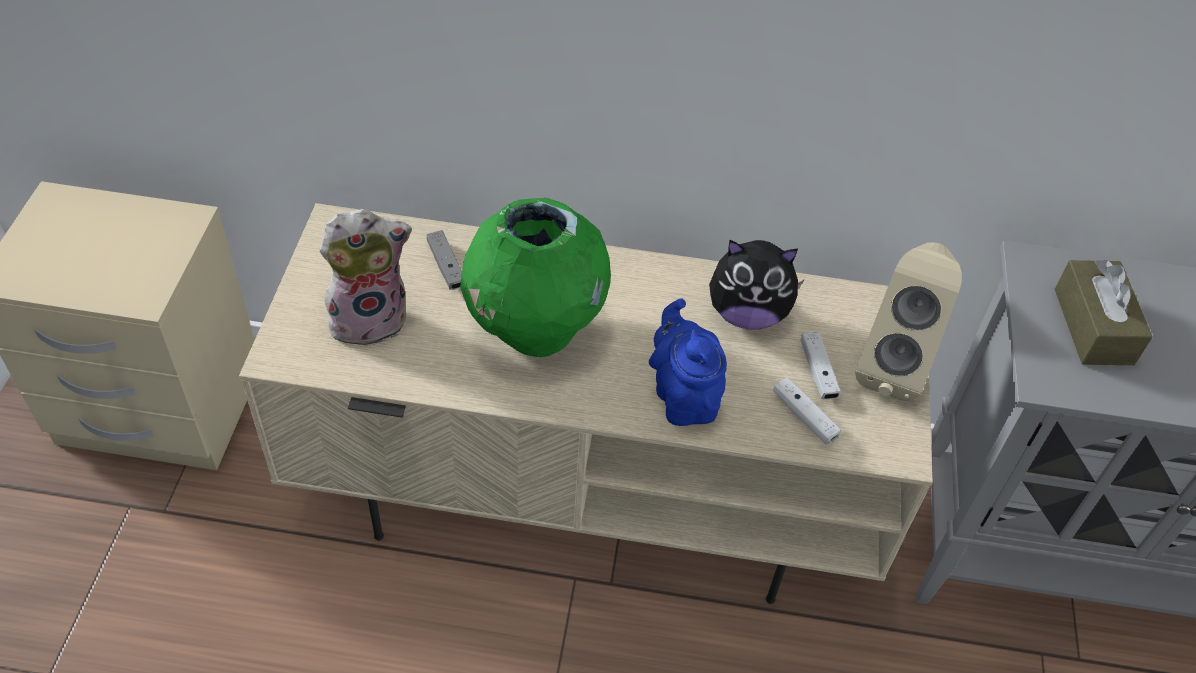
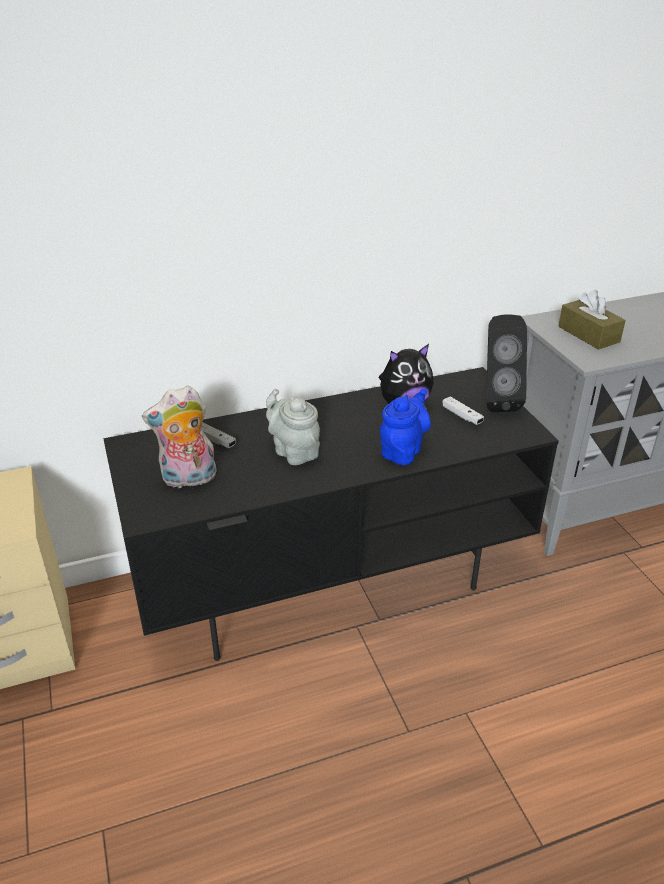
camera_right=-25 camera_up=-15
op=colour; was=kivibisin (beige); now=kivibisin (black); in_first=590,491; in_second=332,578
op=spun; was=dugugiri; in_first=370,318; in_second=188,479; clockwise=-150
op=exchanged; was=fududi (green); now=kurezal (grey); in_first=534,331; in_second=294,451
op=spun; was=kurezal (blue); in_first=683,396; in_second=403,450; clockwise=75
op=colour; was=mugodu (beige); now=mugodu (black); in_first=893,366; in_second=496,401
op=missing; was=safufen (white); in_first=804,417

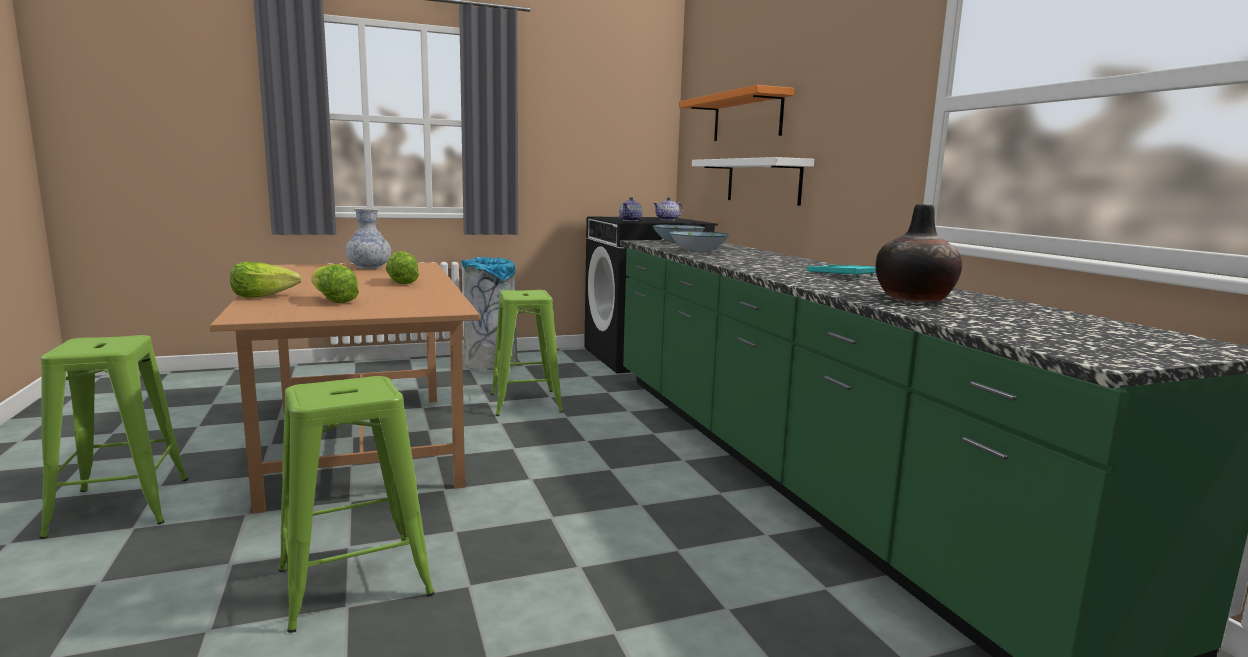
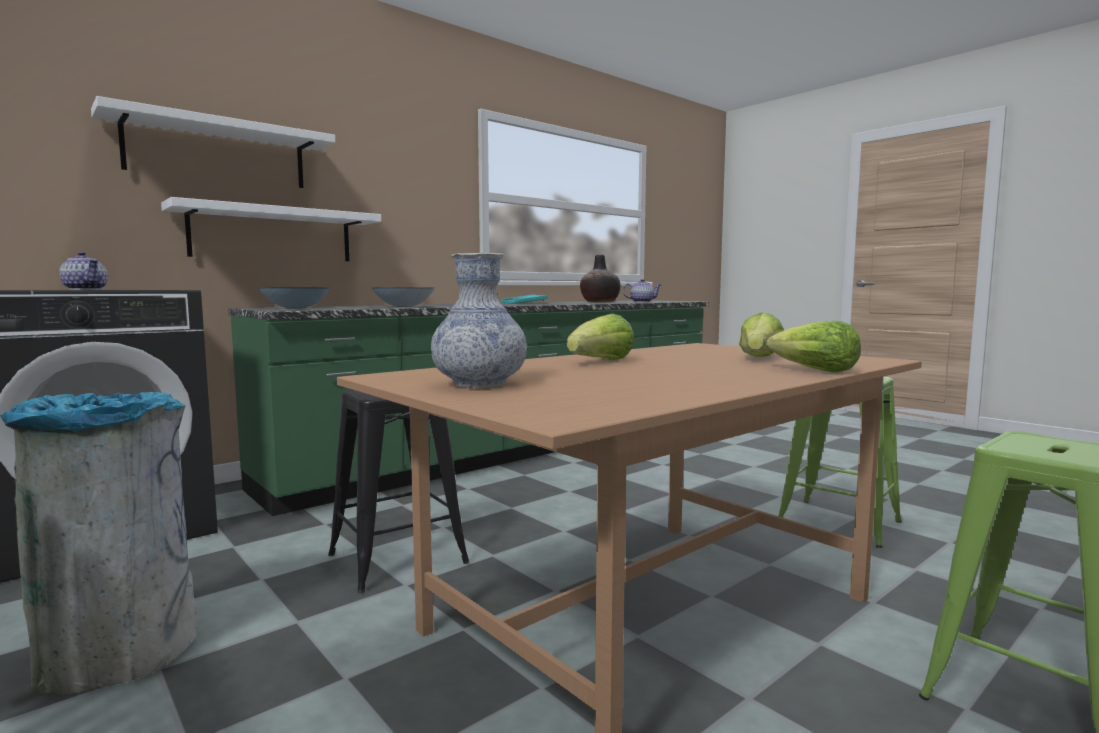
camera_right=-110 camera_up=-5
op=colour; was=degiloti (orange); now=degiloti (white); in_first=747,117; in_second=218,153
op=colour; was=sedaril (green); now=sedaril (black); in_first=525,402; in_second=396,559
op=relocated; was=kurezal; in_first=630,220; in_second=641,302

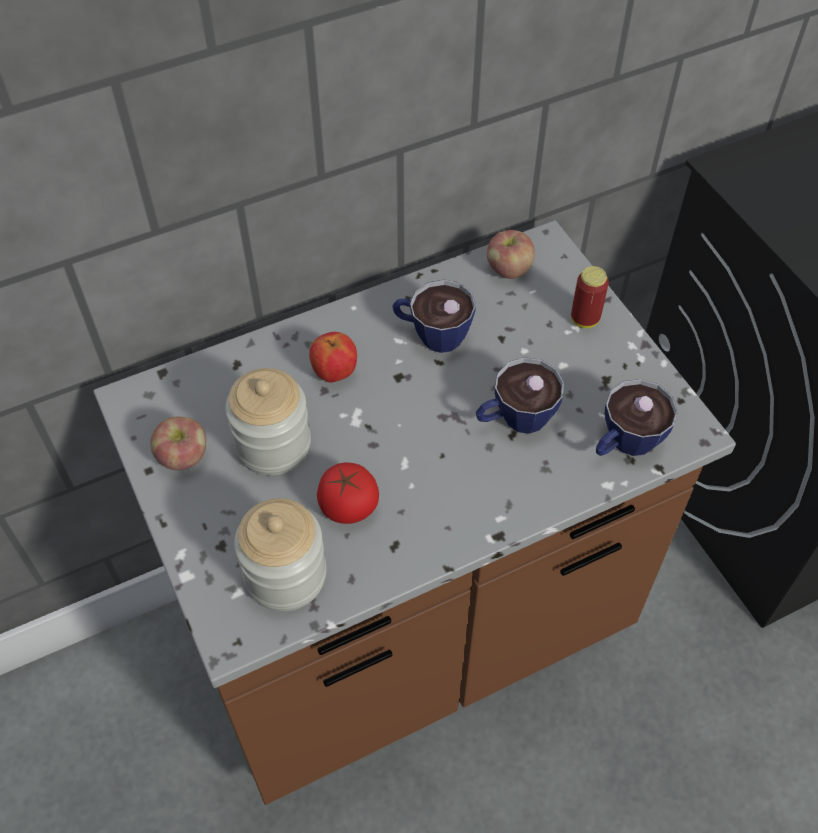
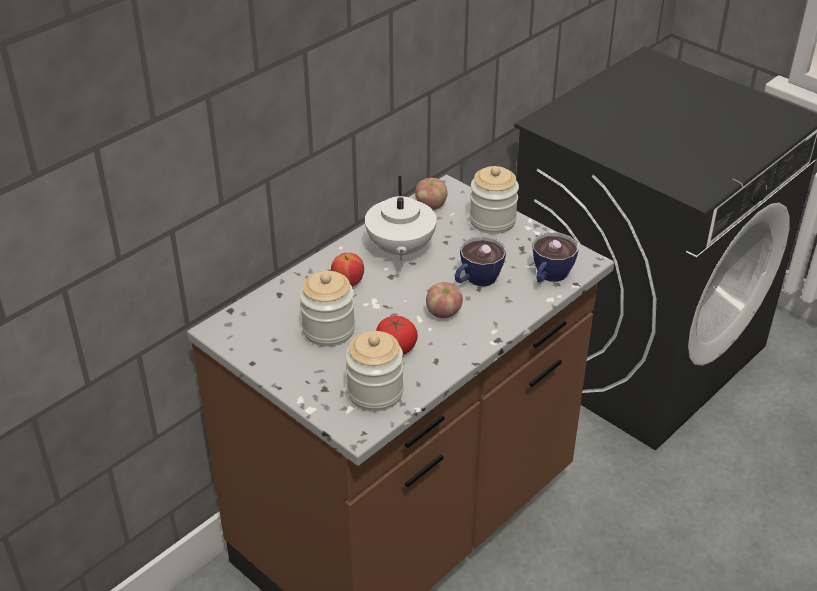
camera_right=-20 camera_up=-15
op=exchanged; was=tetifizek; now=kurezal (white); in_first=431,334; in_second=400,250
op=relocated; was=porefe; in_first=183,457; in_second=444,313
op=exchanged; was=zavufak; now=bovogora; in_first=585,319; in_second=492,221

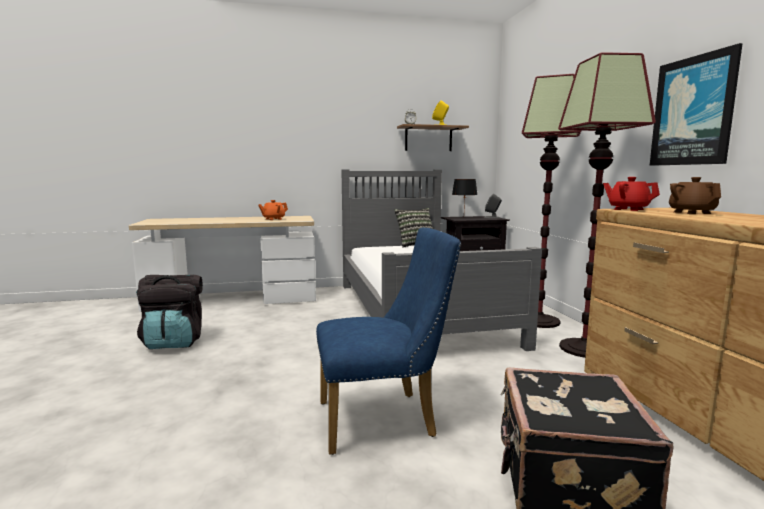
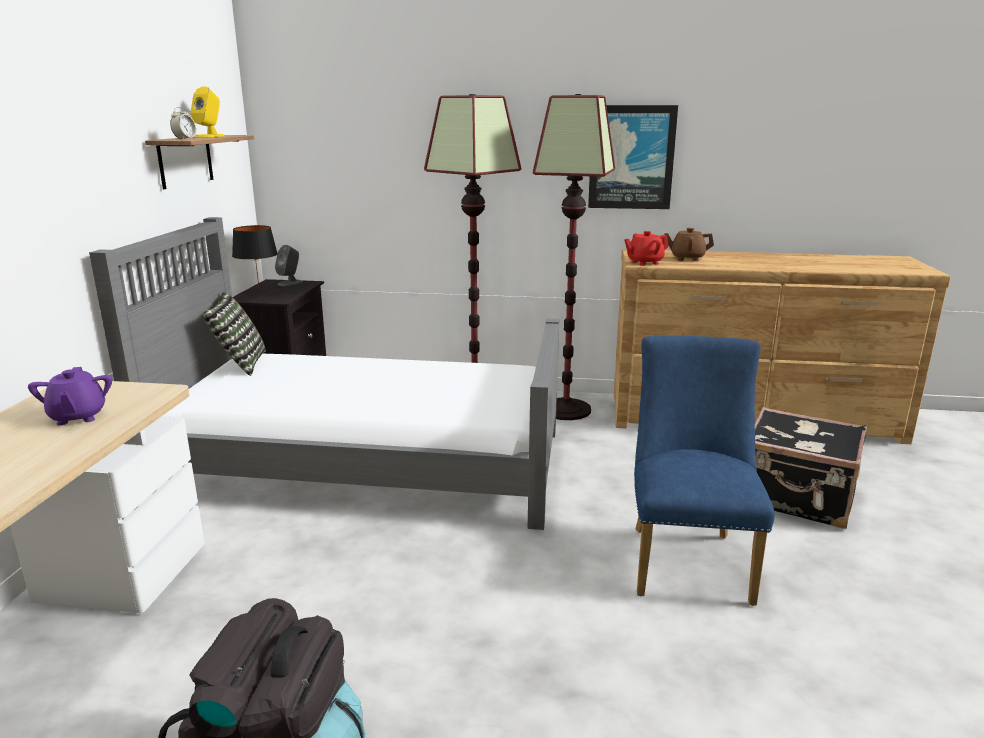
camera_right=-70 camera_up=10
op=colour; was=kurezal (orange); now=kurezal (purple); in_first=273,219; in_second=77,417

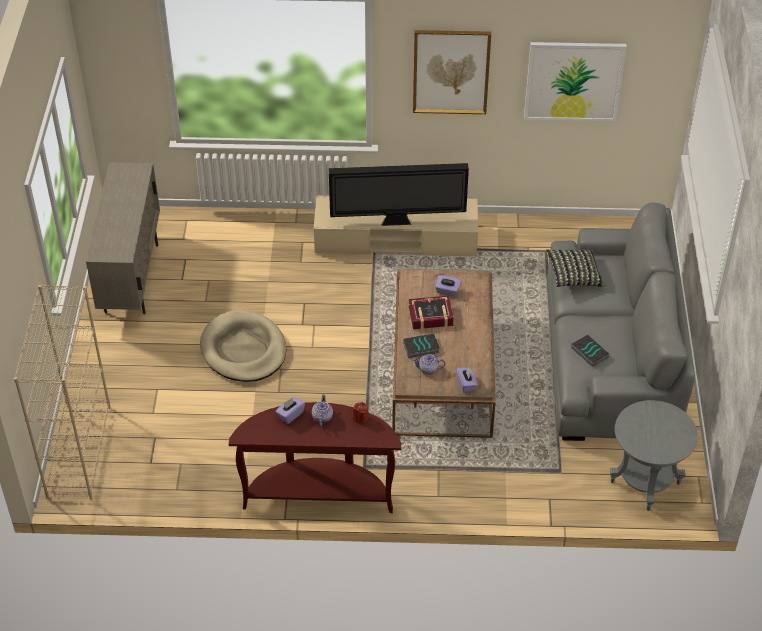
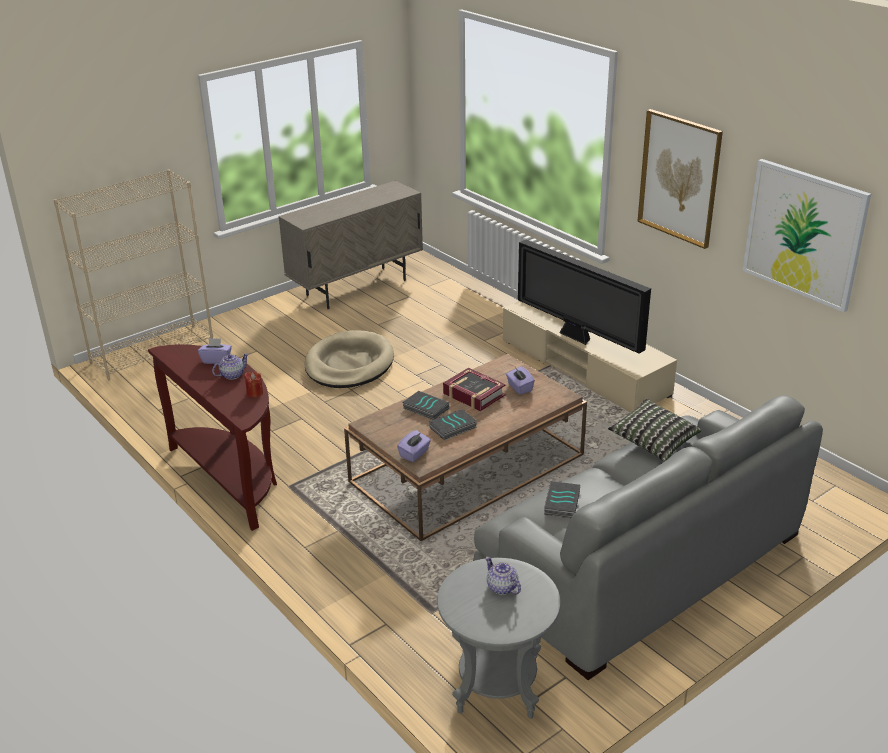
camera_right=50 camera_up=-15
op=appeared; now=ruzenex; in_second=453,428
op=relocated; was=kurezal; in_first=428,369; in_second=502,587

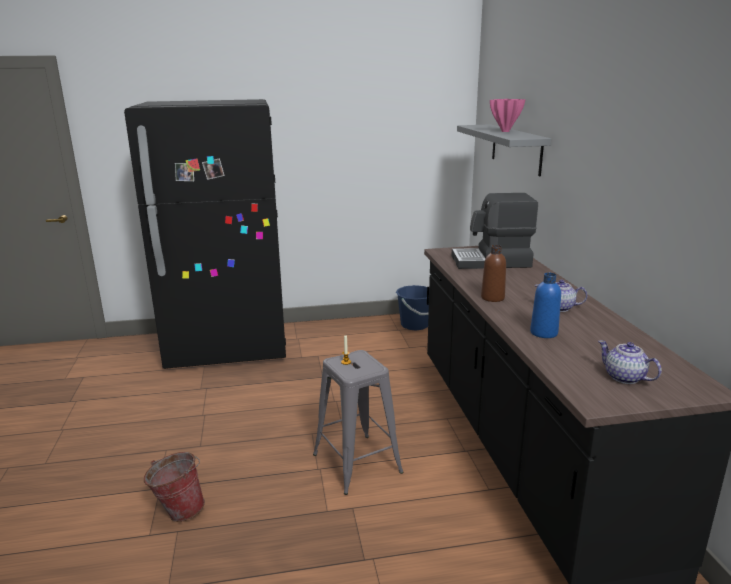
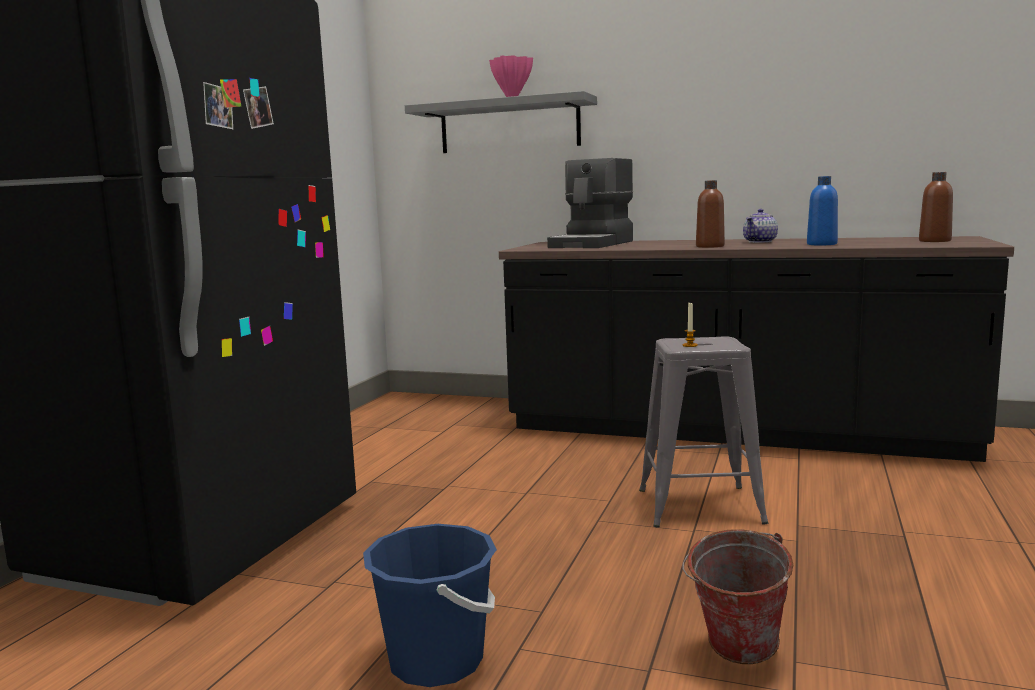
camera_right=-60 camera_up=-10
op=relocated; was=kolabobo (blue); in_first=415,325; in_second=436,661
op=exchanged; was=kurezal; now=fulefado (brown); in_first=625,378; in_second=934,241

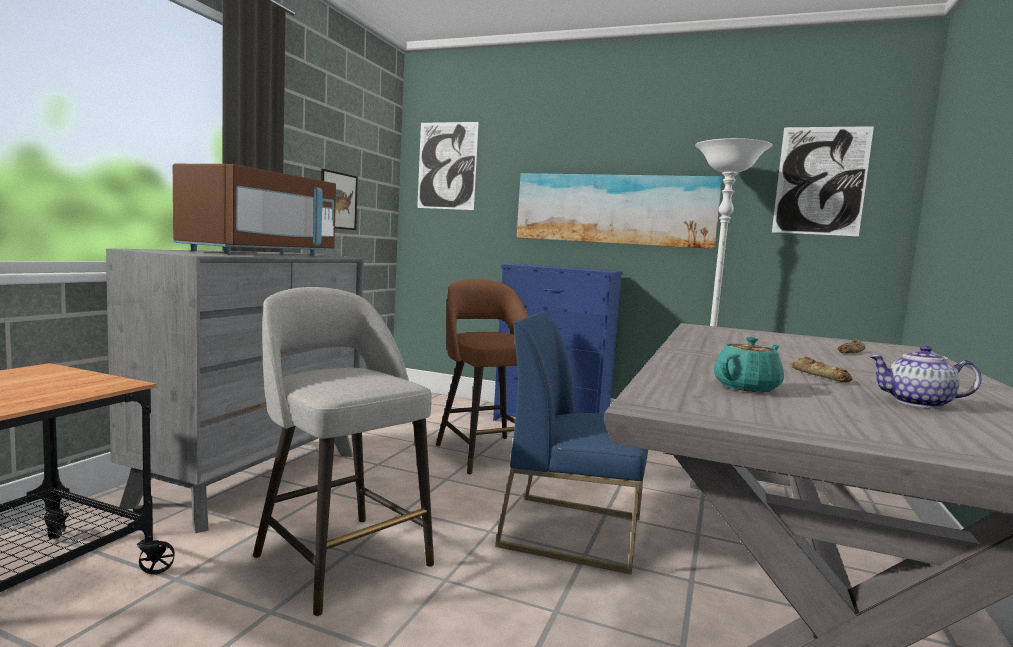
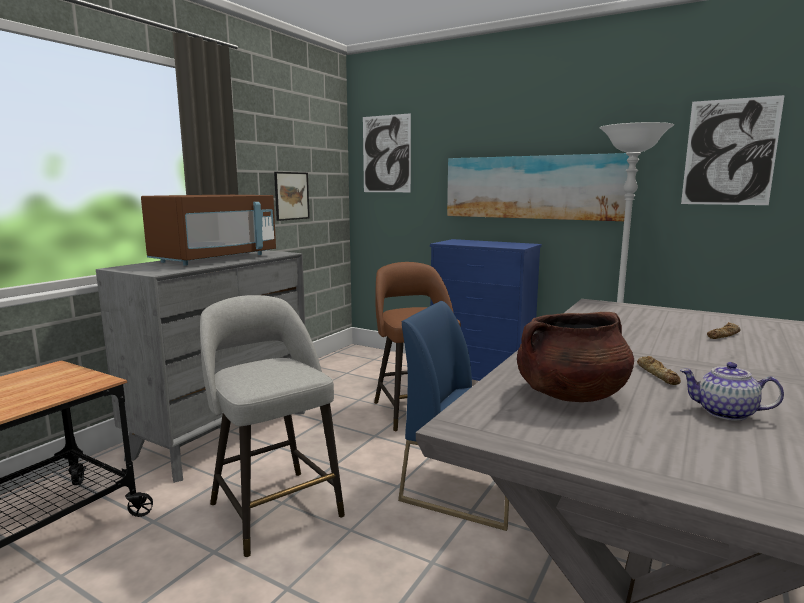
camera_right=10 camera_up=5
op=exchanged; was=kurezal (turquoise); now=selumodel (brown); in_first=747,387; in_second=570,395

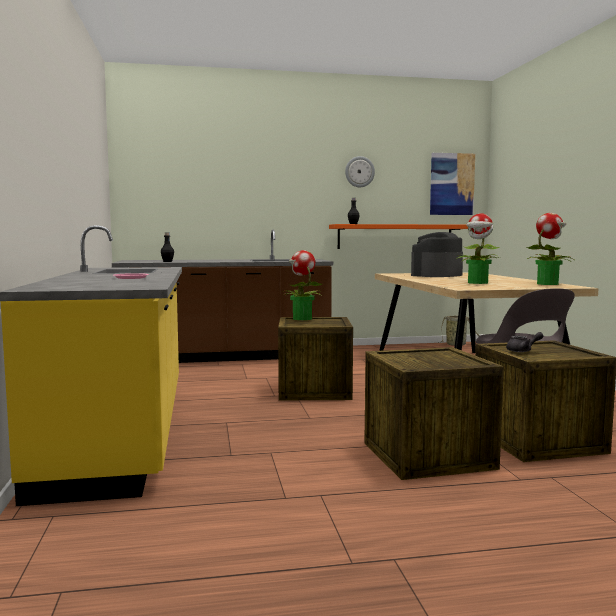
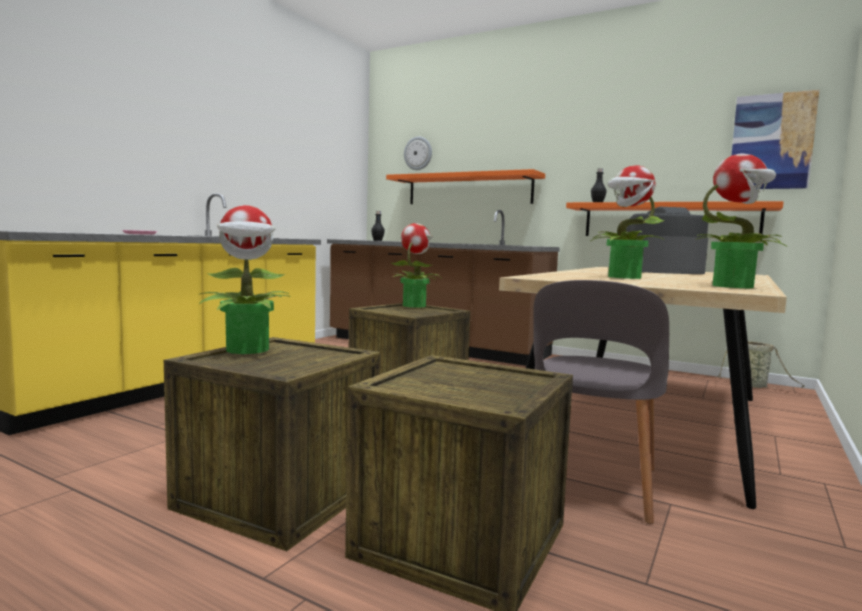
camera_right=40 camera_up=0
op=appeared; now=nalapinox; in_second=248,350
op=appeared; now=degiloti (orange); in_second=468,190
op=relocated; was=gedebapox; in_first=359,172; in_second=418,153
op=missing; was=kurezal (grey); in_first=523,351

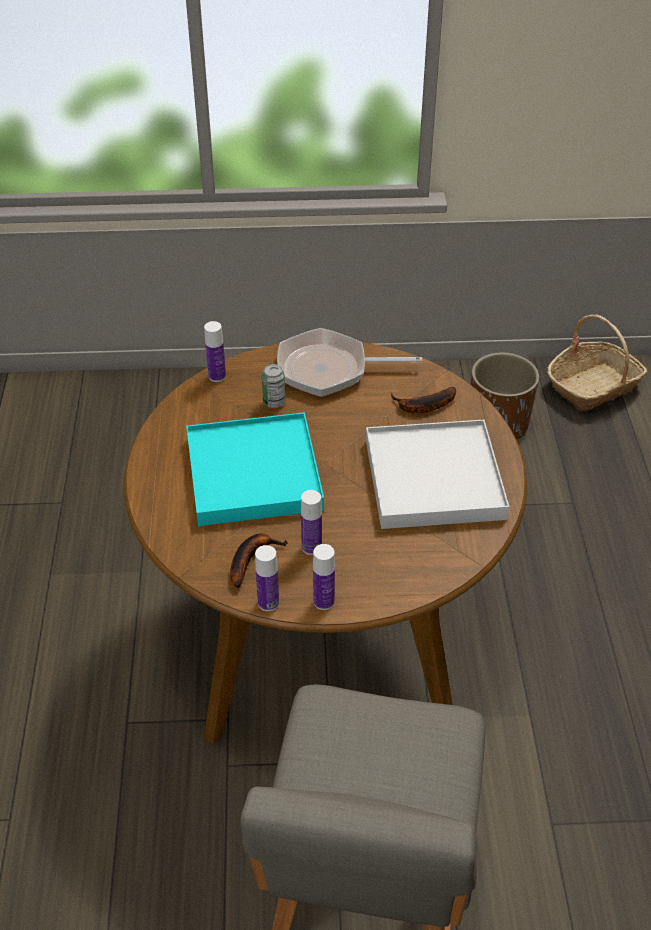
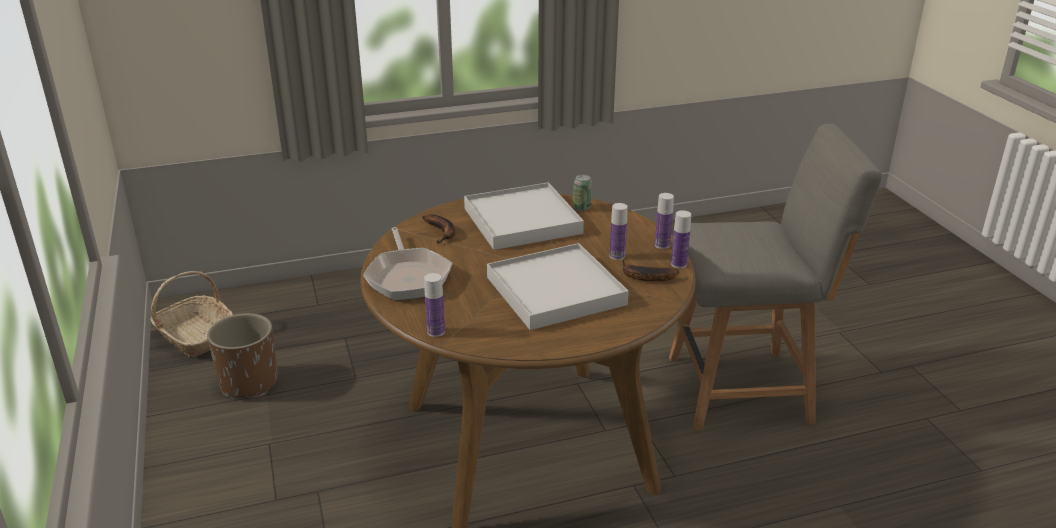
camera_right=-105 camera_up=-15
op=colour; was=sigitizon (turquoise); now=sigitizon (white); in_first=253,474; in_second=556,291
op=relocated; was=zavufak; in_first=274,402; in_second=582,207

